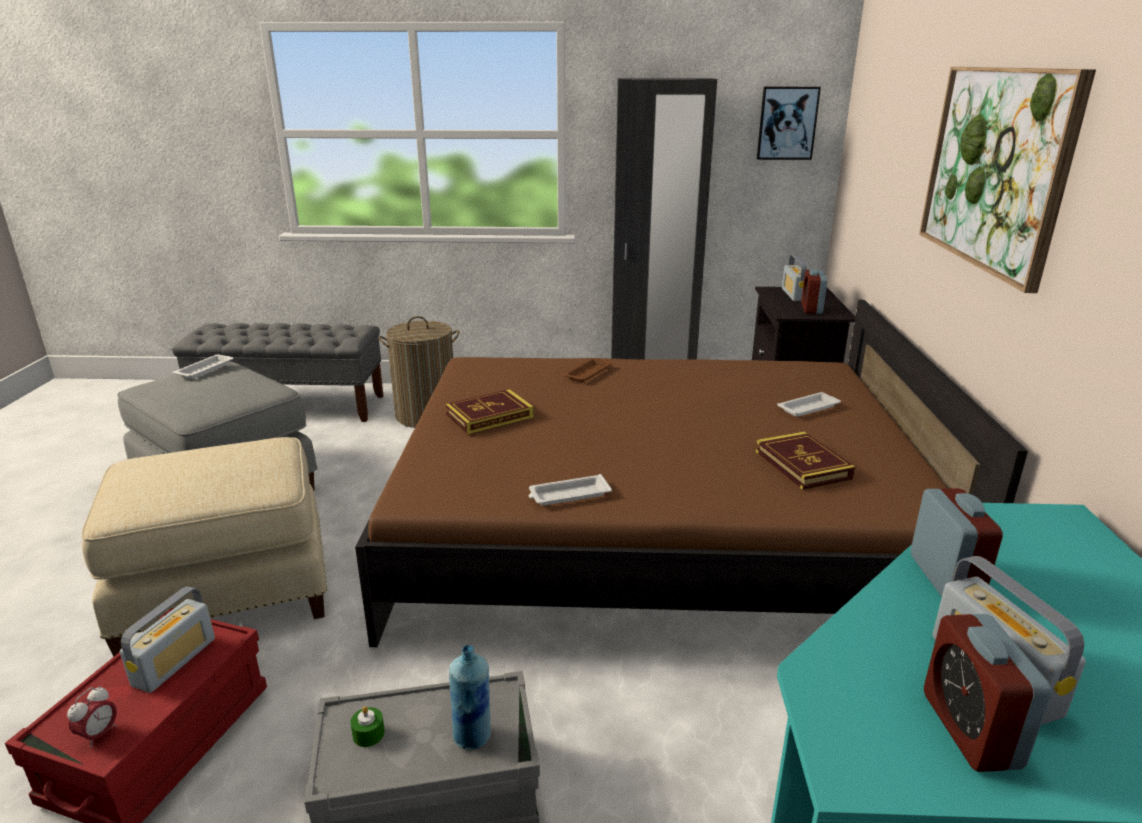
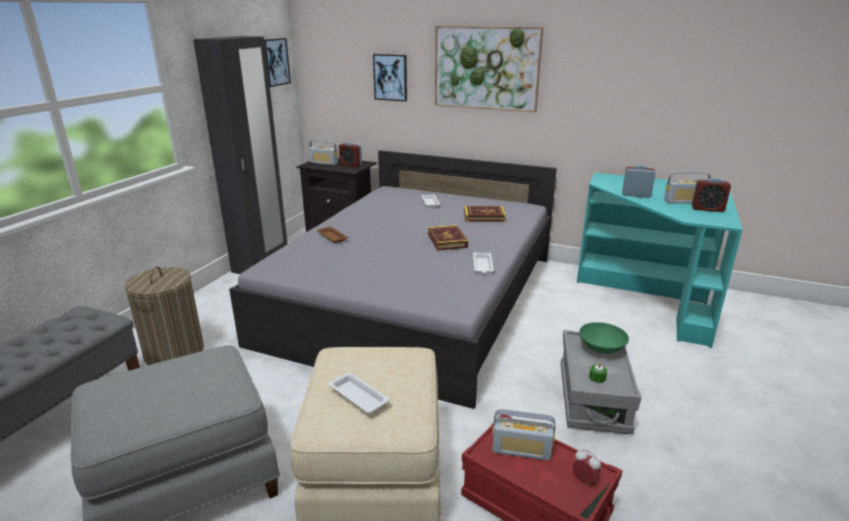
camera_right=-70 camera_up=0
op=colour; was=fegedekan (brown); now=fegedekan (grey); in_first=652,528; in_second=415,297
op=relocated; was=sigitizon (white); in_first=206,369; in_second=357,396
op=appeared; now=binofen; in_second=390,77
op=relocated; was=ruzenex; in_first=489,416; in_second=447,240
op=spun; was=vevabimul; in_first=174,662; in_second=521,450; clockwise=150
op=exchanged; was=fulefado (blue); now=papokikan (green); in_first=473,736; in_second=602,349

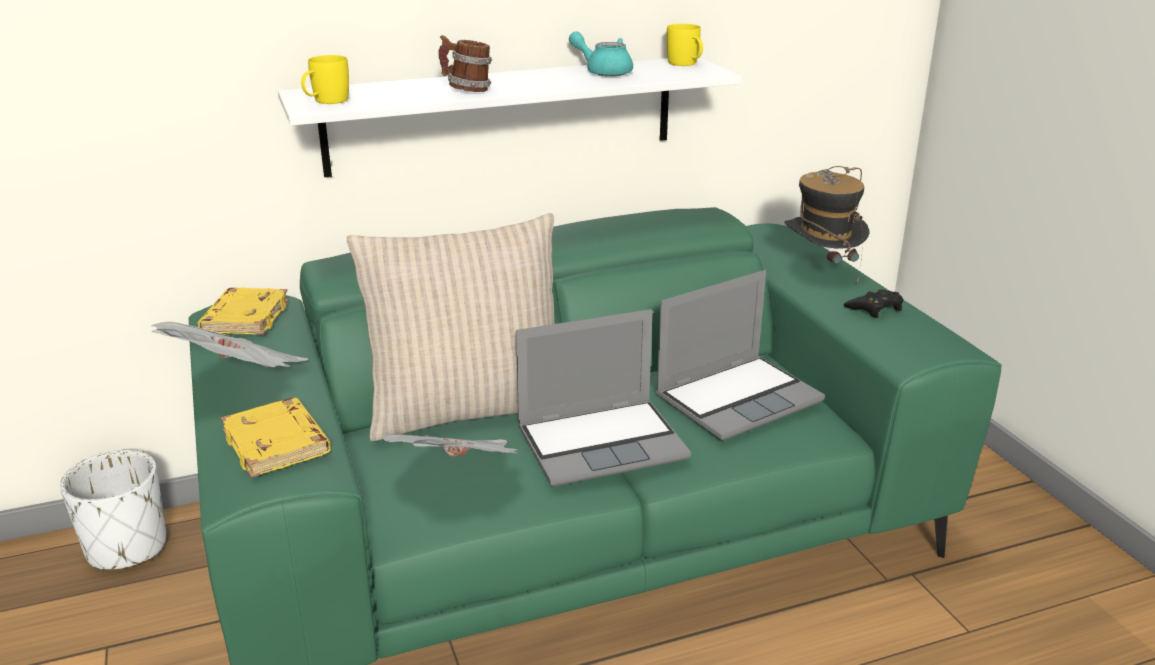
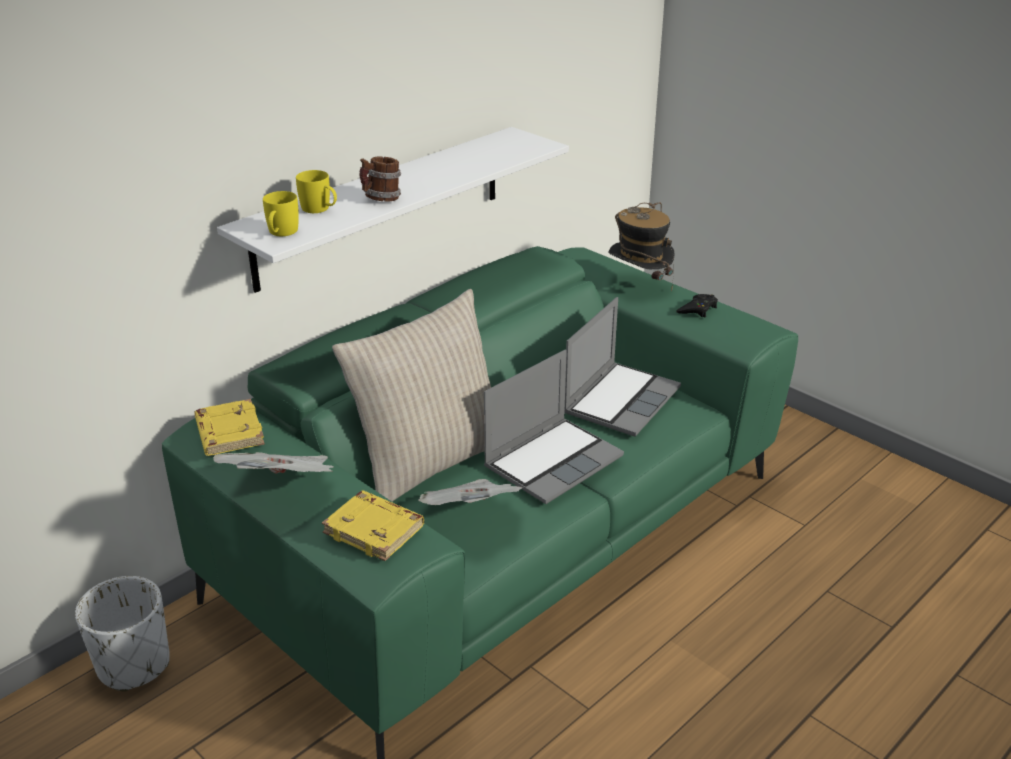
camera_right=-25 camera_up=5
op=relocated; was=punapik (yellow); in_first=686,64; in_second=320,209
op=missing; was=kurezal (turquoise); in_first=603,72

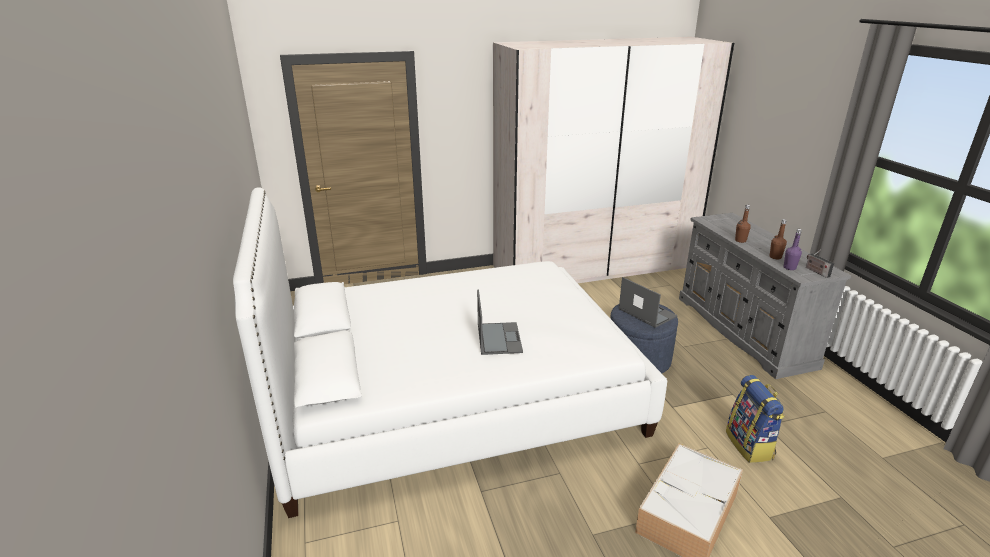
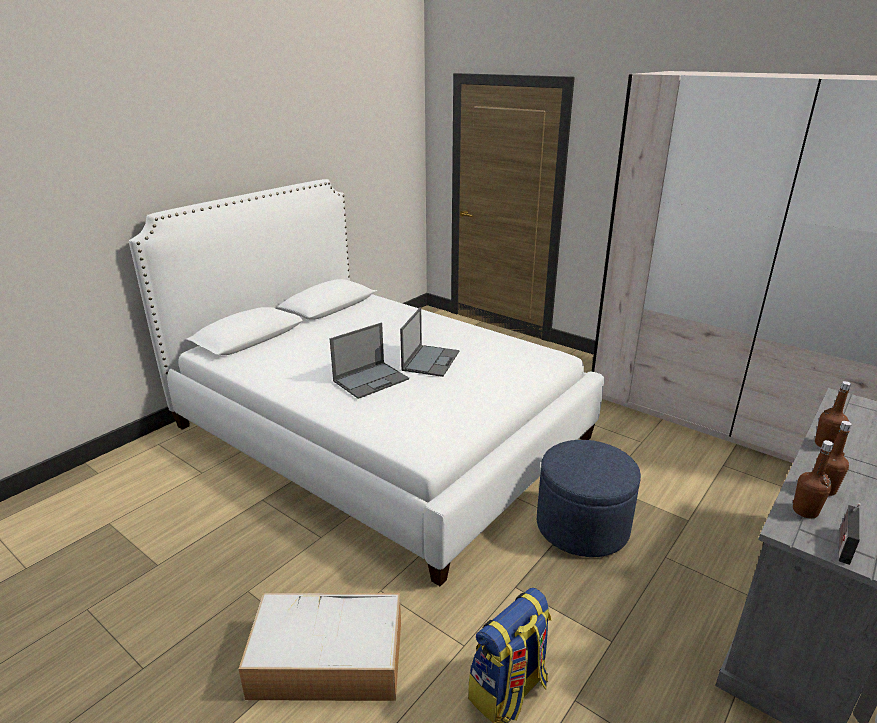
camera_right=55 camera_up=0
op=relocated; was=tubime; in_first=646,312; in_second=431,360
op=colour; was=fulefado (purple); now=fulefado (brown); in_first=789,268; in_second=805,511

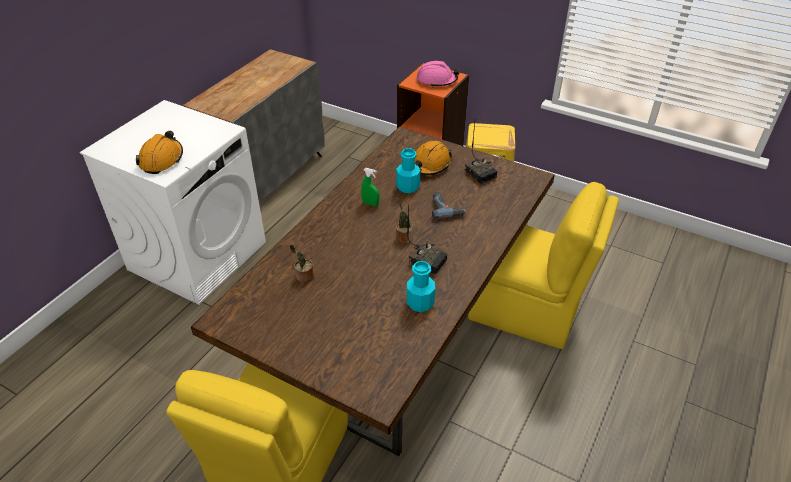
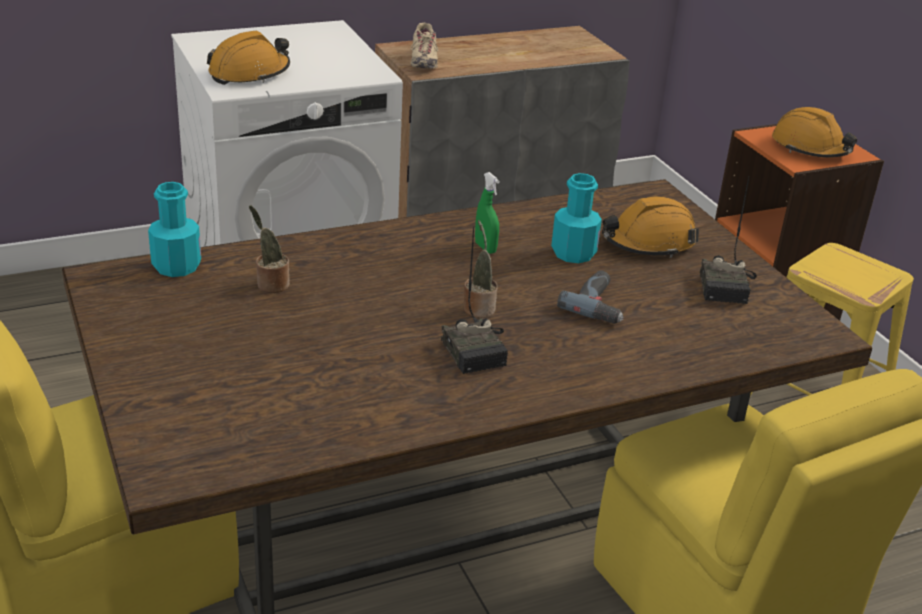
camera_right=35 camera_up=-10
op=relocated; was=fulefado (turquoise); in_first=420,303; in_second=176,266
op=appeared; now=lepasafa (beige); in_second=423,62
op=colour; was=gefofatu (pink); now=gefofatu (orange); in_first=436,80; in_second=810,148

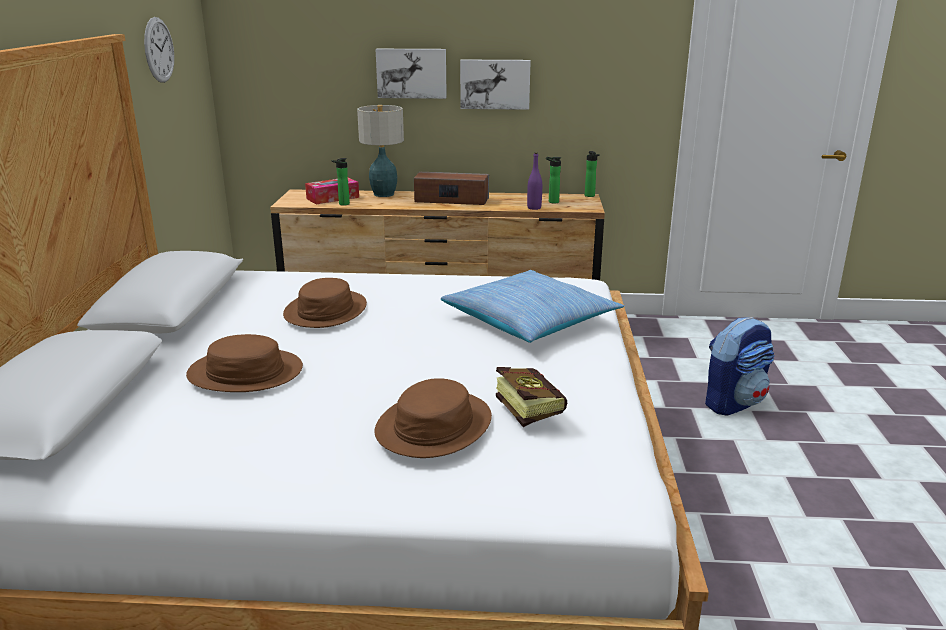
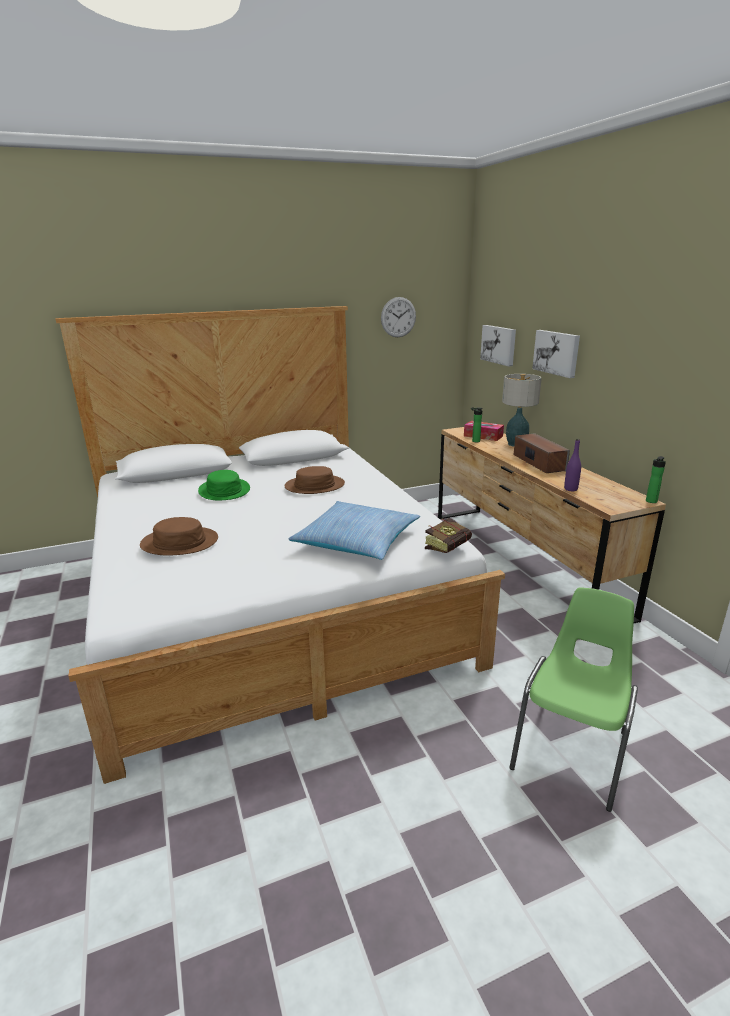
camera_right=65 camera_up=0
op=colour; was=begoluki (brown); now=begoluki (green); in_first=245,373; in_second=224,490
op=relocated; was=ruzenex; in_first=525,408; in_second=450,548
op=relocated; was=binofen; in_first=495,84; in_second=499,345
op=exchanged; was=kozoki; now=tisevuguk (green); in_first=733,403; in_second=572,750
op=missing; was=fulefado; in_first=552,202

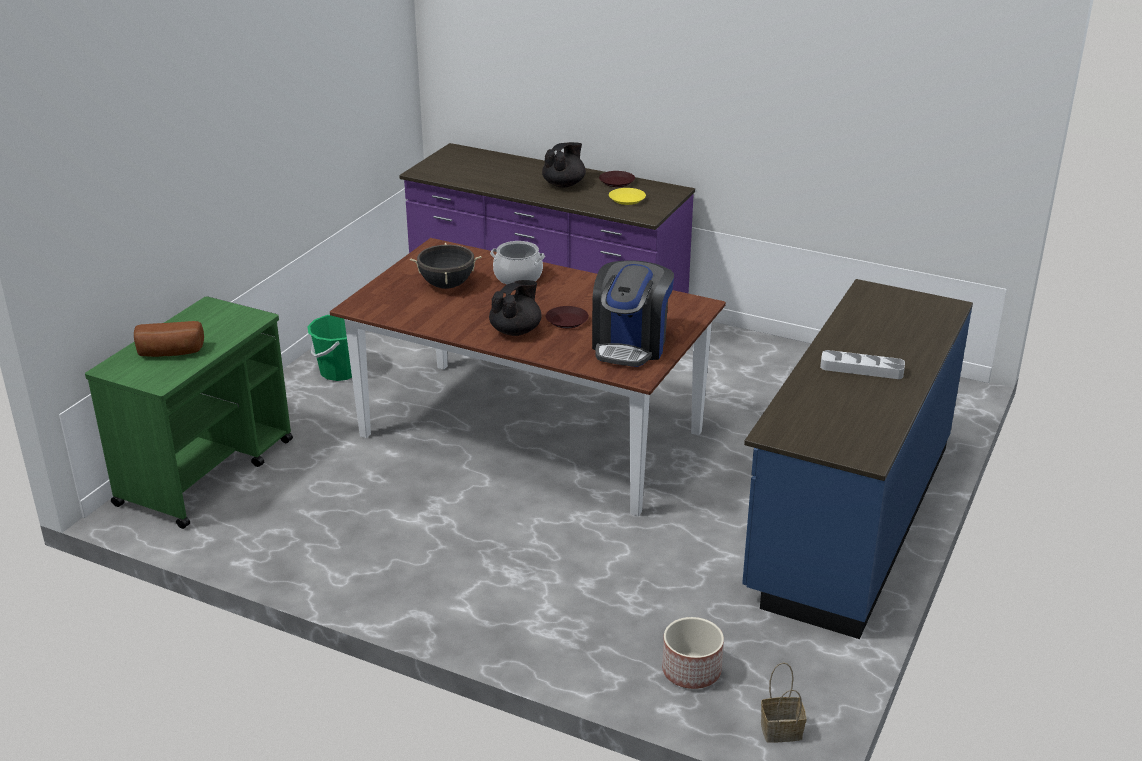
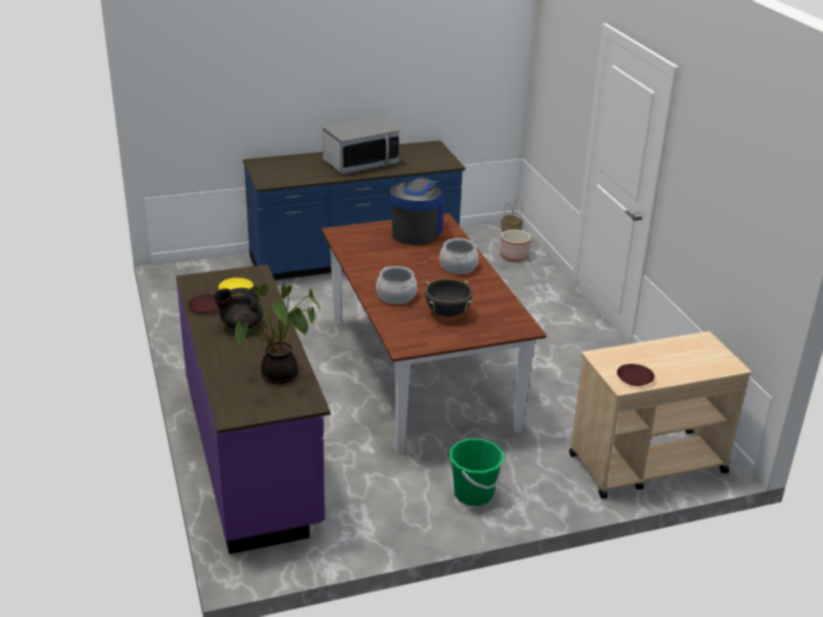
camera_right=-135 camera_up=0
op=appeared; now=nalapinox; in_second=278,376
op=exchanged; was=sigitizon (grey); now=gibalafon; in_first=861,369; in_second=360,163
op=spun; was=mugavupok; in_first=630,345; in_second=416,232; clockwise=-45
op=exchanged; was=kurezal (black); now=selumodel; in_first=516,330; in_second=458,266
op=colour; was=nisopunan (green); now=nisopunan (beige); in_first=207,471; in_second=646,463
op=relocated; was=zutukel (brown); in_first=567,321; in_second=635,378
op=missing; was=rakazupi; in_first=170,353

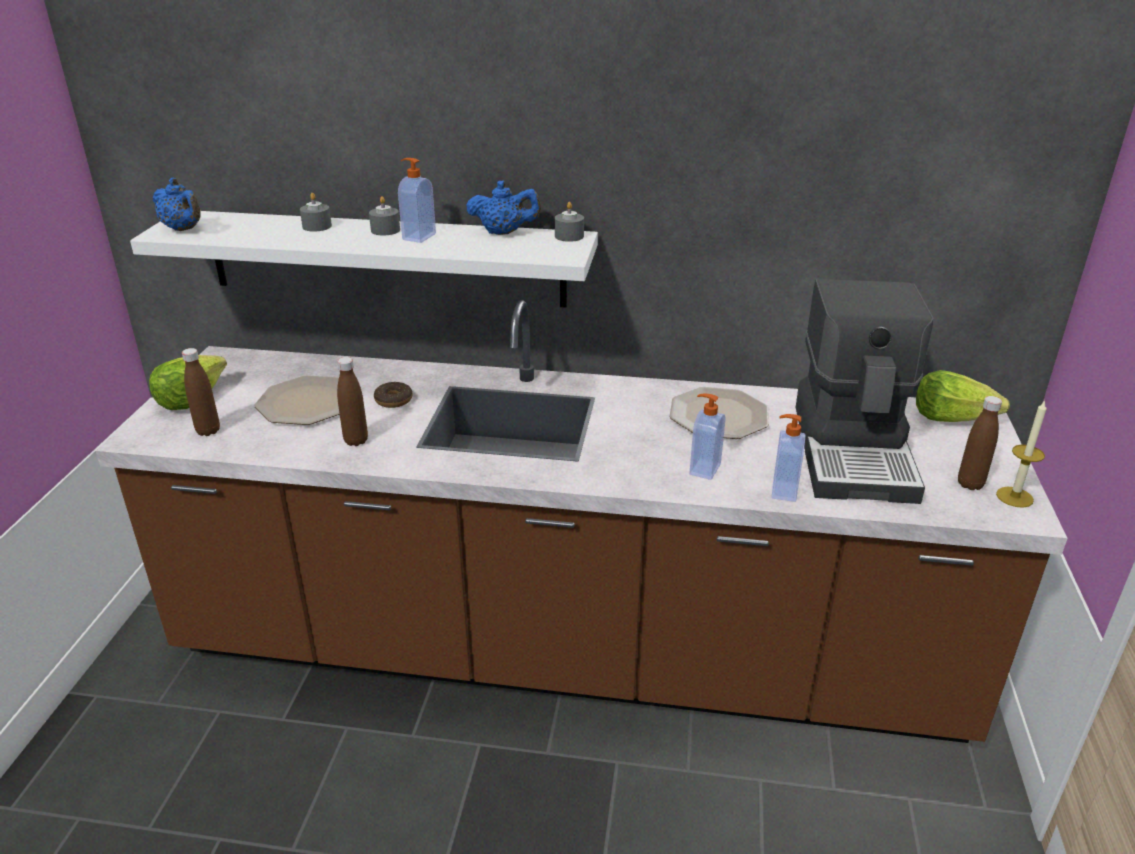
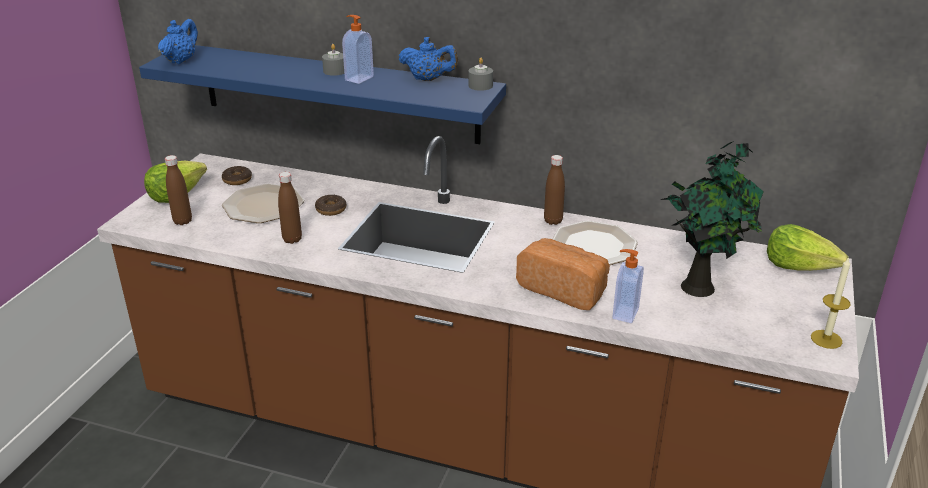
camera_right=10 camera_up=0
op=colour; was=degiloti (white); now=degiloti (blue); in_first=385,258; in_second=338,93
op=spun; was=kurezal (blue); in_first=183,229; in_second=181,60; clockwise=-120
op=appeared; now=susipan; in_second=237,180
op=exchanged; was=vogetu; now=rakazupi; in_first=703,469; in_second=564,289
op=relocated; was=fulefado (brown); in_first=970,484; in_second=553,221
op=exchanged; was=mugavupok; now=nalapinox; in_first=855,451; in_second=700,286
op=missing; was=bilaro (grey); in_first=317,226

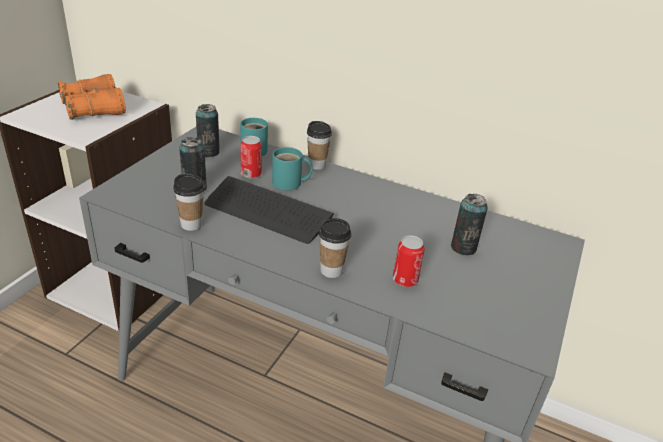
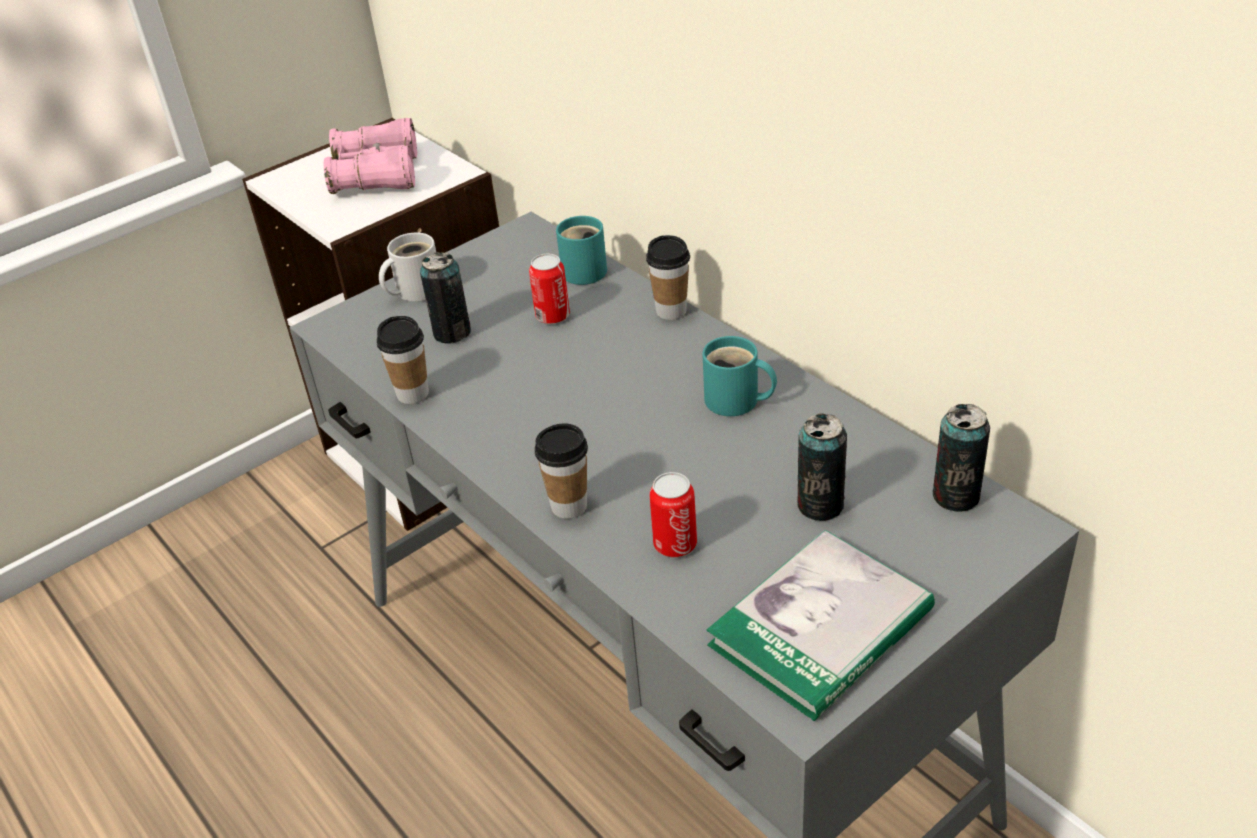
camera_right=30 camera_up=5
op=colour; was=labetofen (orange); now=labetofen (pink); in_first=94,108; in_second=377,175
op=appeared; now=punapik (white); in_second=414,290
op=relocated; was=punapik (turquoise); in_first=289,183; in_second=736,402
op=appeared; now=ruzenex; in_second=821,628
op=relocated; was=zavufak; in_first=208,152; in_second=956,496
op=missing; was=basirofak; in_first=267,211

